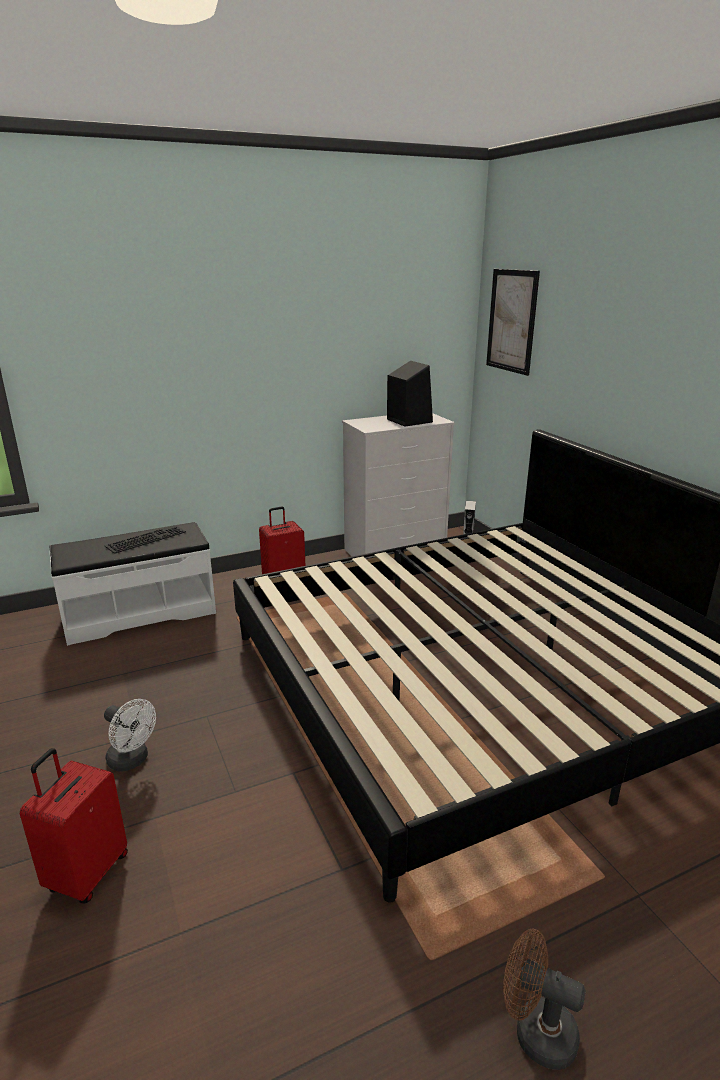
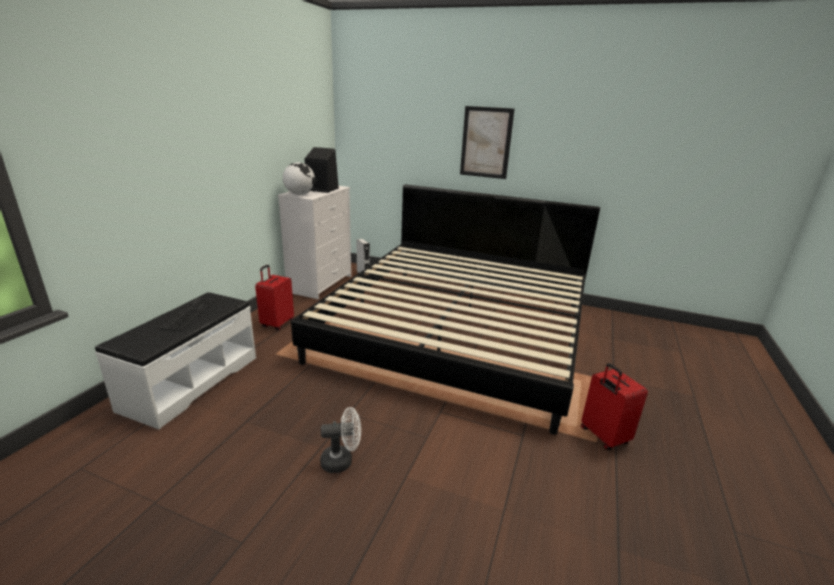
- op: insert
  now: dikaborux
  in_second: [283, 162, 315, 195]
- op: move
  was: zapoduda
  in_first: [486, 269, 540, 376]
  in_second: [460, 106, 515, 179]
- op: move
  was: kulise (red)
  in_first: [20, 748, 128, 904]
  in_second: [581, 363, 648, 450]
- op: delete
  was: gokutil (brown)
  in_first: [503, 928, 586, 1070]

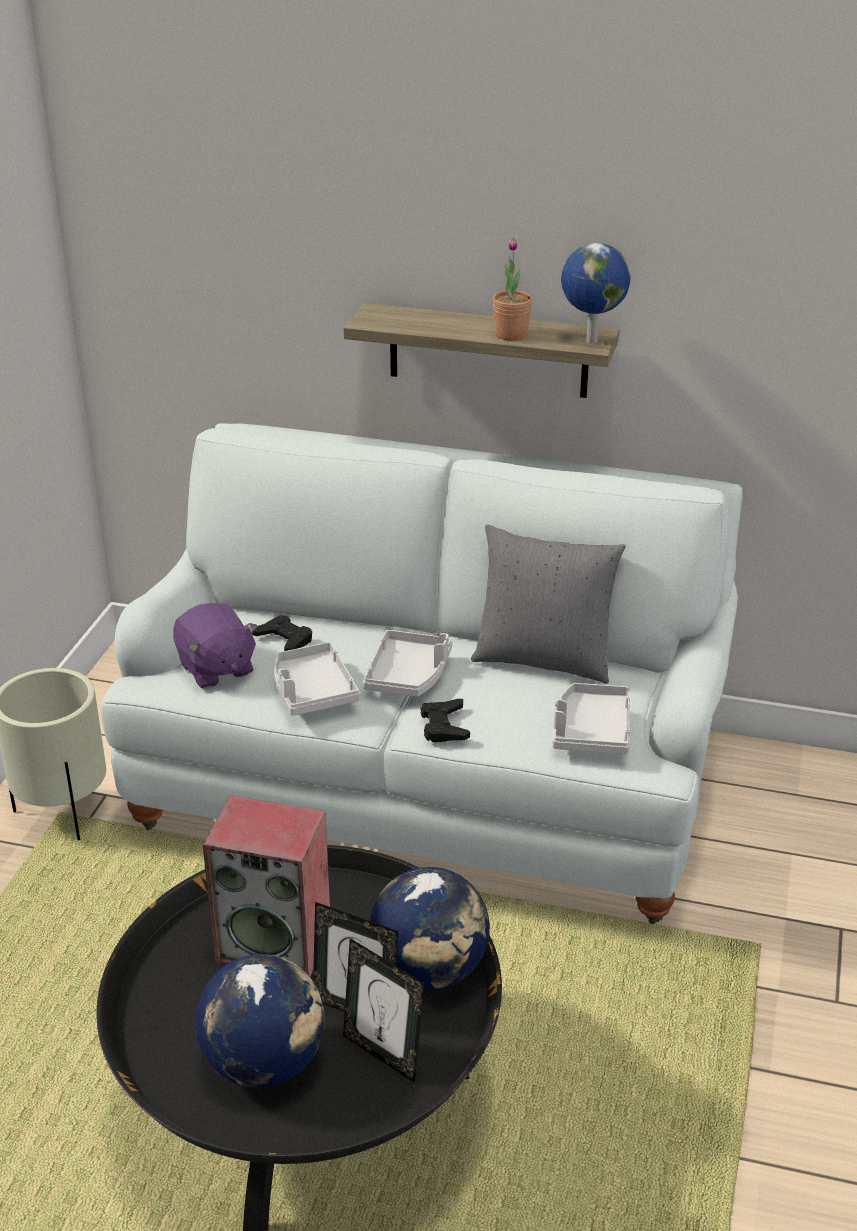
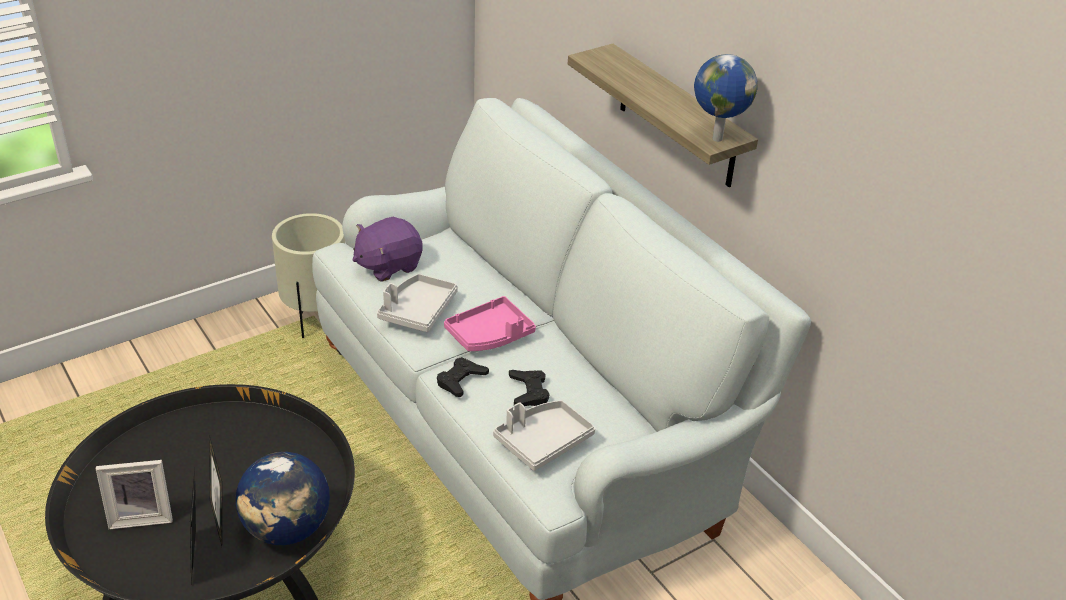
- op: replace
  was: dikaborux
  now: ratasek
  in_first: [195, 954, 325, 1088]
  in_second: [96, 460, 173, 529]
- op: rotate
  was: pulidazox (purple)
  in_first: [173, 603, 258, 688]
  in_second: [353, 216, 423, 282]
  clockwise: 45
- op: recolor
  was: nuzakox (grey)
  now: nuzakox (pink)
  in_first: [363, 630, 452, 697]
  in_second: [444, 296, 536, 351]
- op: move
  was: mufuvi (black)
  in_first: [252, 615, 312, 651]
  in_second: [509, 370, 549, 406]
- op: delete
  was: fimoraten
  in_first: [203, 795, 330, 977]
- op: delete
  was: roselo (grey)
  in_first: [471, 525, 626, 684]
- op: delete
  was: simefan
  in_first: [493, 238, 532, 341]

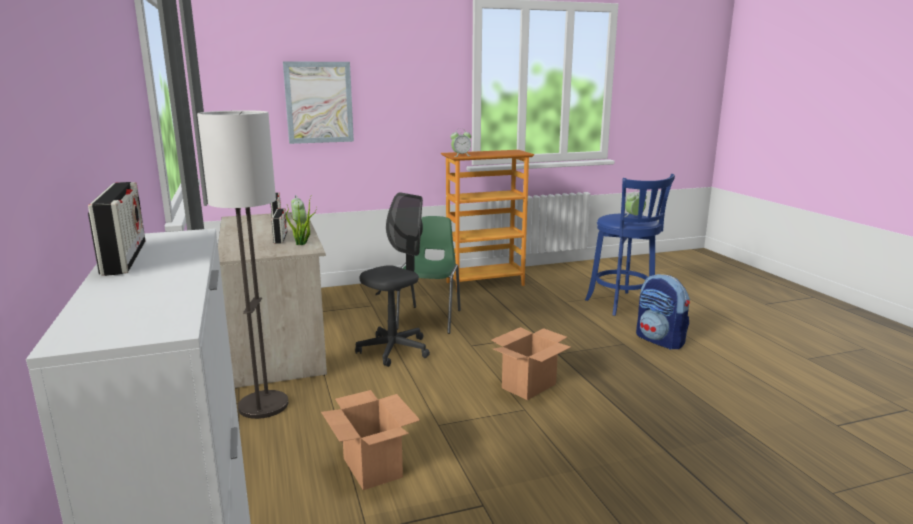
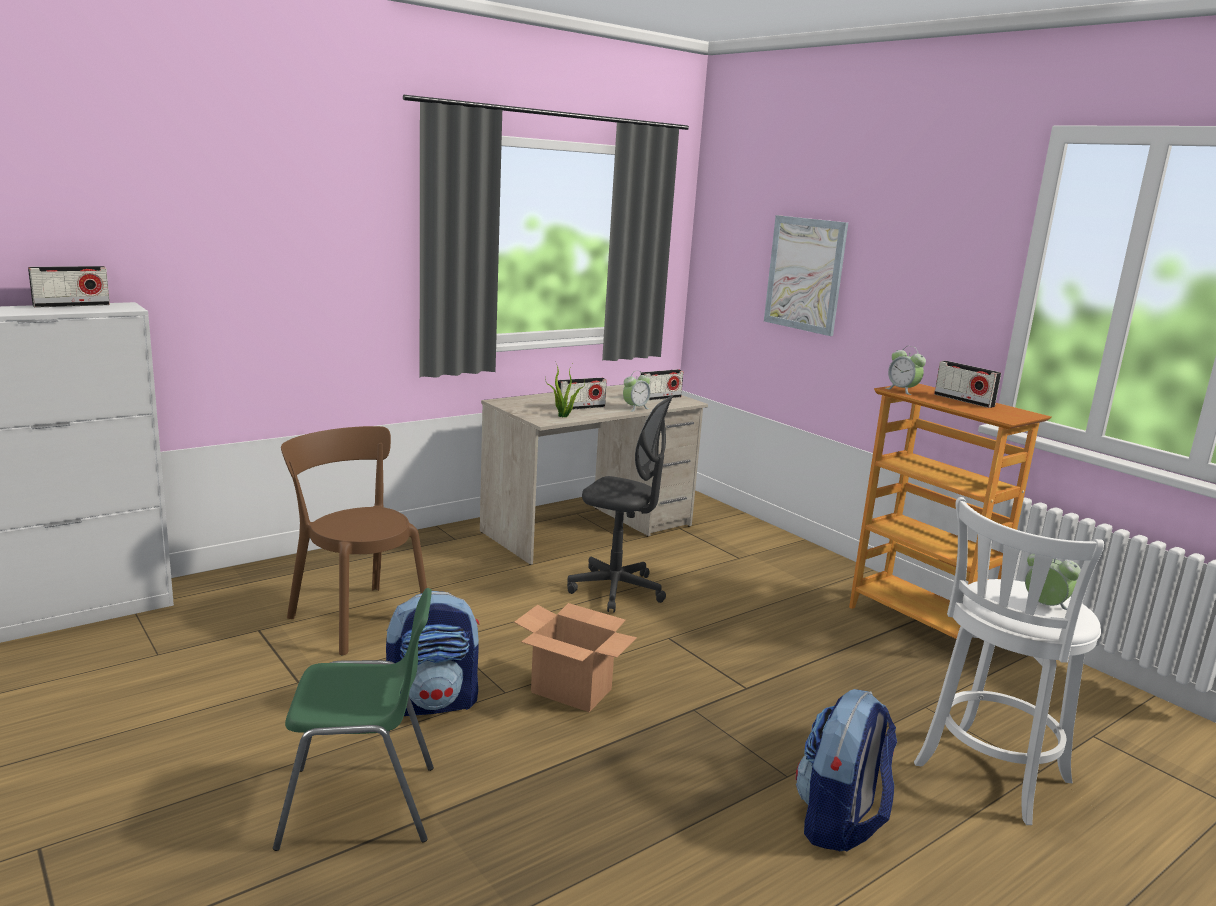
- op: move
  was: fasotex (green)
  in_first: [396, 216, 461, 334]
  in_second: [273, 588, 434, 851]
- op: replace
  was: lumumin
  now: fasotex (brown)
  in_first: [321, 390, 420, 490]
  in_second: [281, 426, 427, 655]
- op: insert
  now: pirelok
  in_second: [386, 591, 480, 716]
- op: recolor
  was: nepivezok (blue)
  now: nepivezok (white)
  in_first: [585, 174, 675, 316]
  in_second: [914, 497, 1104, 825]
- op: insert
  now: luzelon
  in_second: [934, 361, 1001, 408]
- op: delete
  was: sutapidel
  in_first: [197, 110, 288, 419]

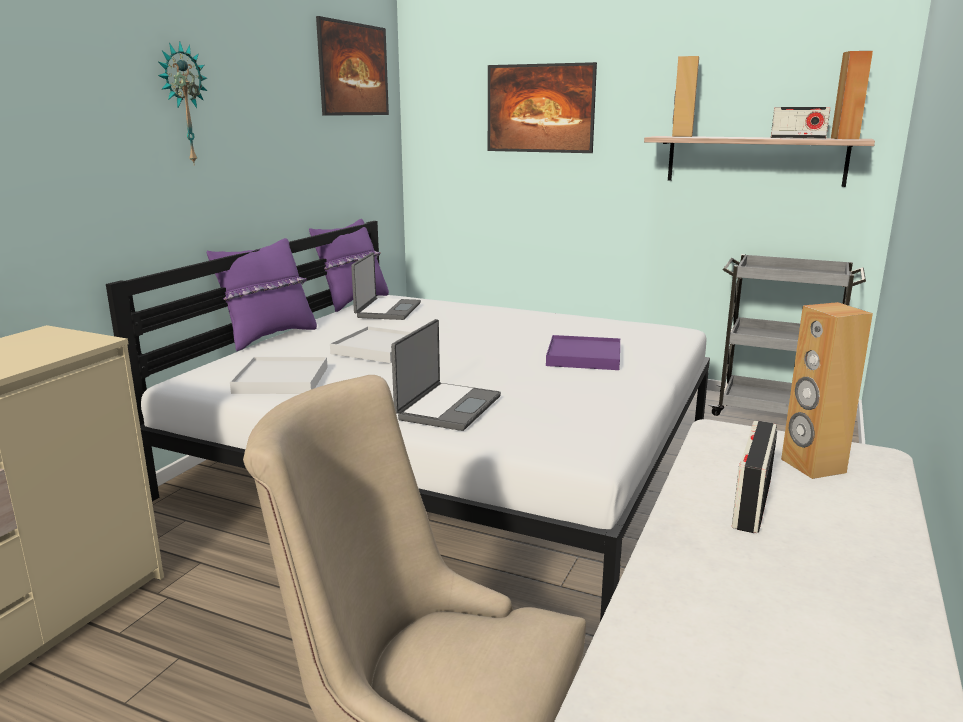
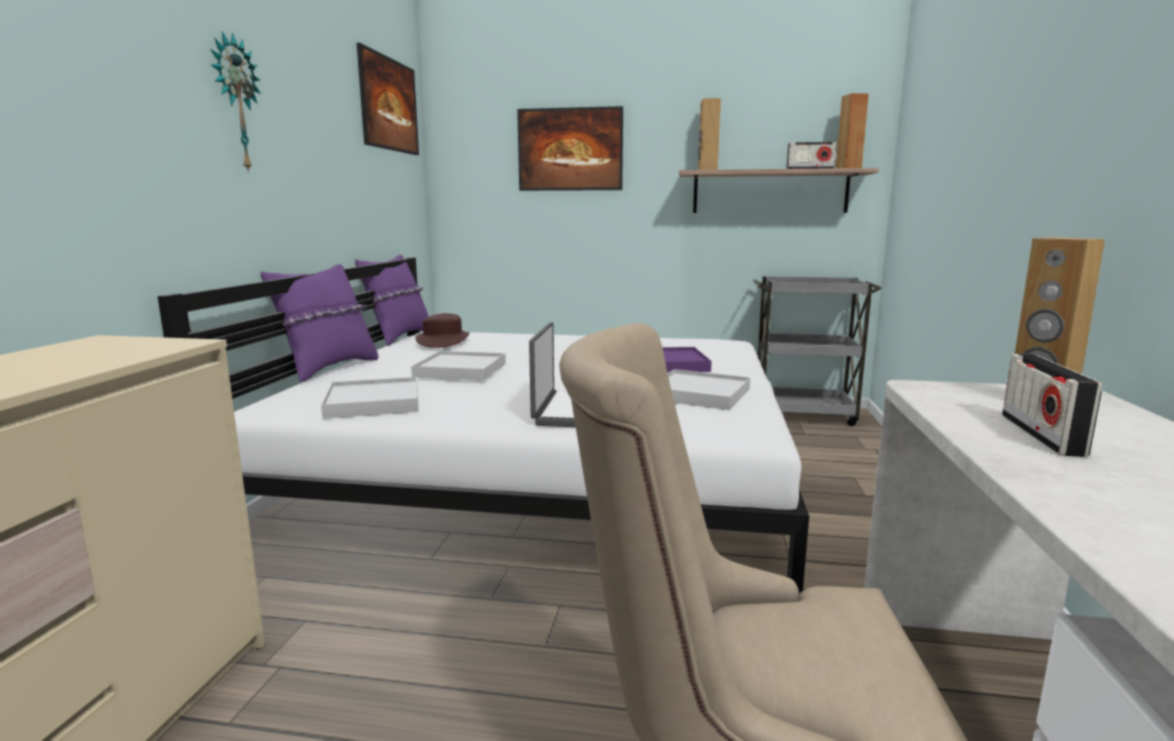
- op: replace
  was: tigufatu
  now: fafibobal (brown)
  in_first: [351, 252, 421, 320]
  in_second: [415, 313, 470, 348]
- op: insert
  now: nuzakox (white)
  in_second: [668, 369, 750, 410]

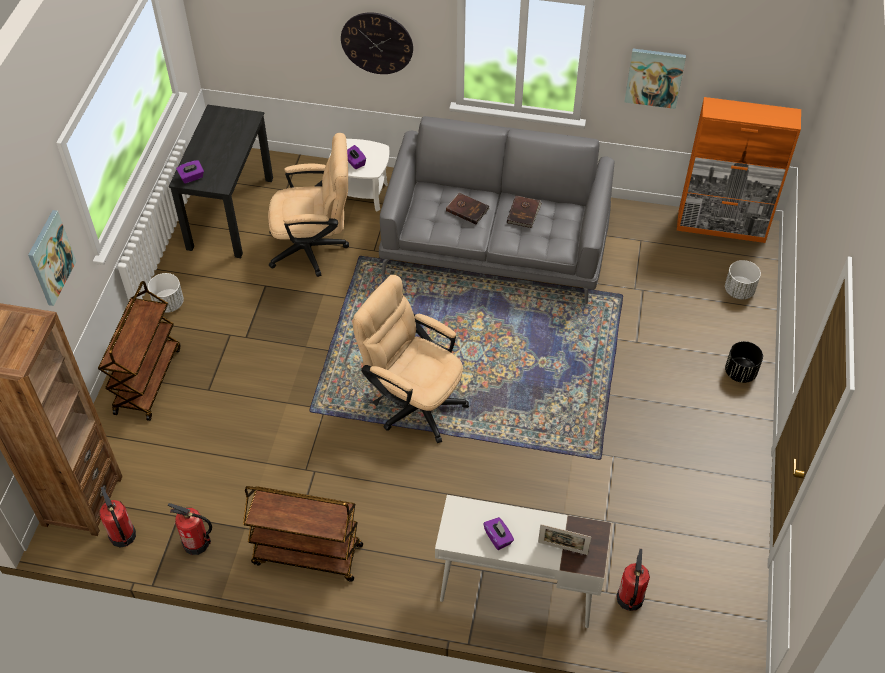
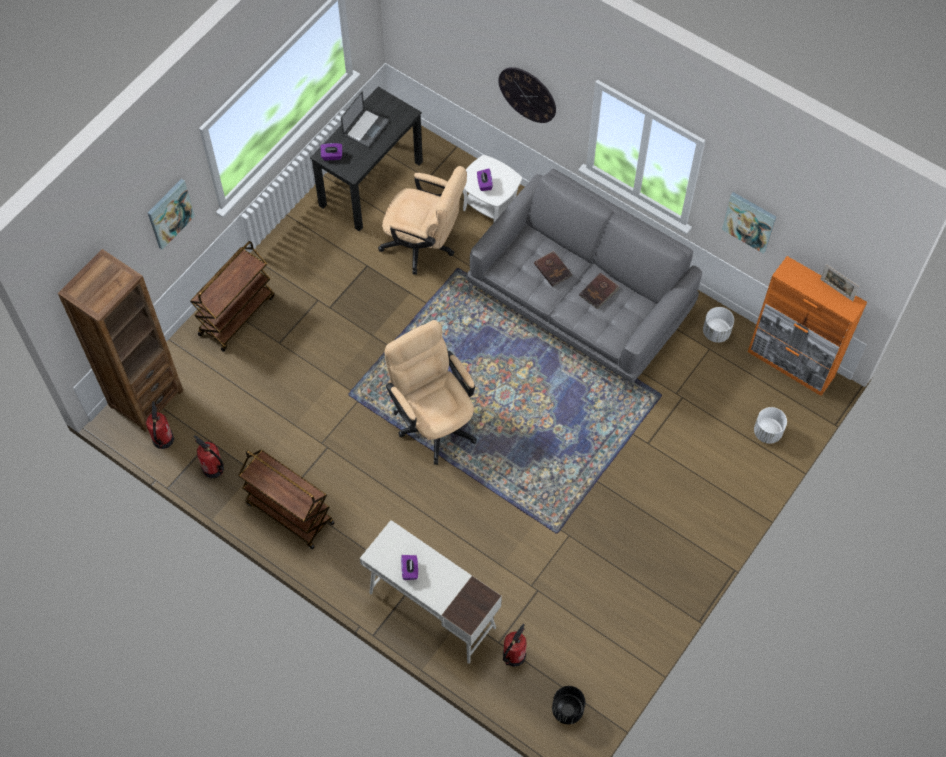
- op: insert
  now: tigufatu
  in_second: [341, 91, 389, 148]
- op: move
  was: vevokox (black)
  in_first: [725, 341, 763, 383]
  in_second: [552, 686, 586, 724]
- op: move
  was: vevokox (white)
  in_first: [148, 273, 184, 313]
  in_second: [703, 307, 734, 343]
- op: move
  was: ratasek
  in_first: [538, 524, 591, 555]
  in_second: [820, 264, 859, 301]

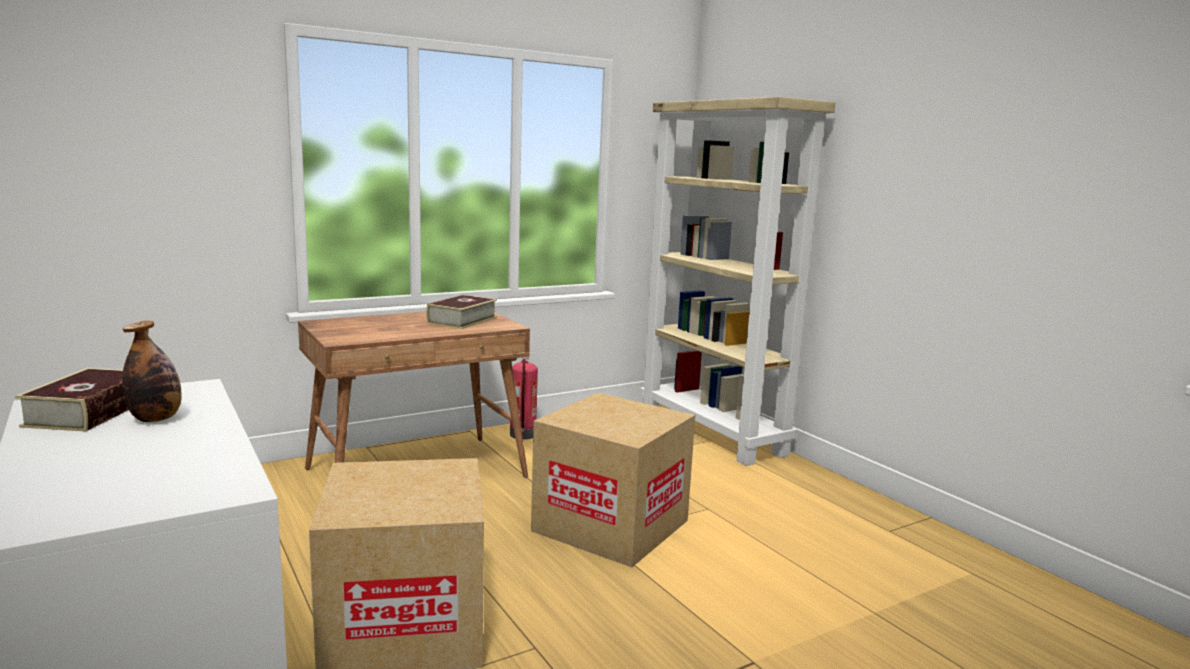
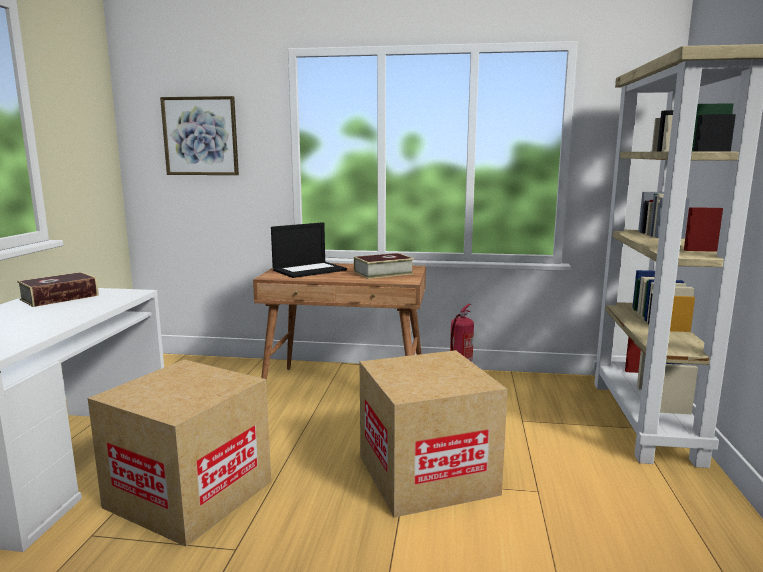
- op: insert
  now: zapoduda
  in_second: [160, 96, 239, 175]
- op: insert
  now: tigufatu
  in_second: [271, 222, 347, 278]
- op: delete
  was: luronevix
  in_first: [122, 321, 182, 422]

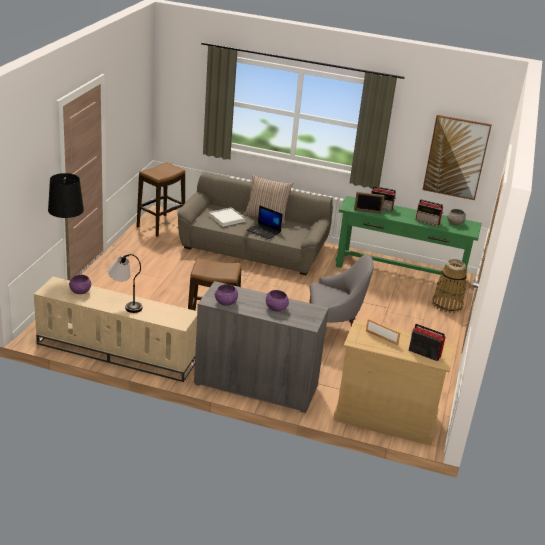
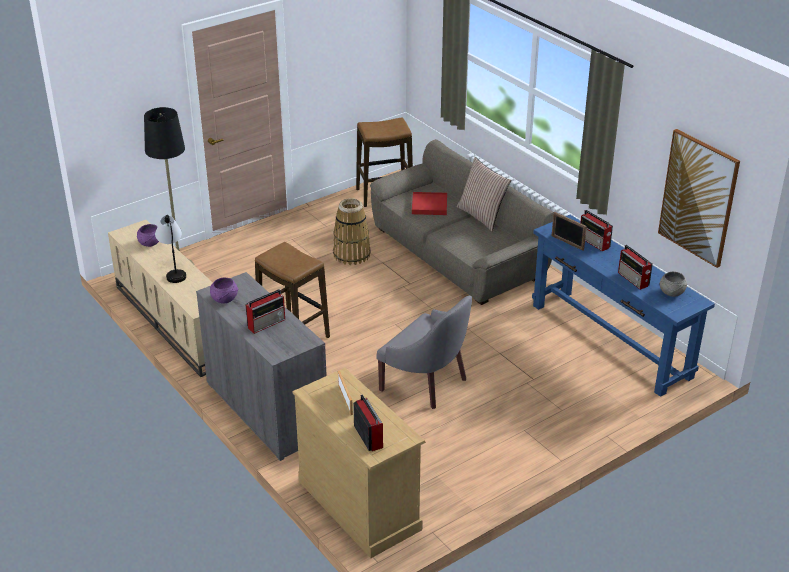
- op: replace
  was: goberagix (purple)
  now: luzelon
  in_first: [266, 290, 289, 311]
  in_second: [245, 289, 285, 334]
- op: move
  was: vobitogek
  in_first: [432, 259, 467, 313]
  in_second: [333, 198, 371, 265]
- op: recolor
  was: nuzakox (white)
  now: nuzakox (red)
  in_first: [209, 207, 245, 227]
  in_second: [412, 192, 447, 215]
- op: recolor
  was: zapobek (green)
  now: zapobek (blue)
  in_first: [335, 196, 481, 275]
  in_second: [532, 215, 715, 397]
- op: delete
  was: tigufatu
  in_first: [247, 205, 283, 239]

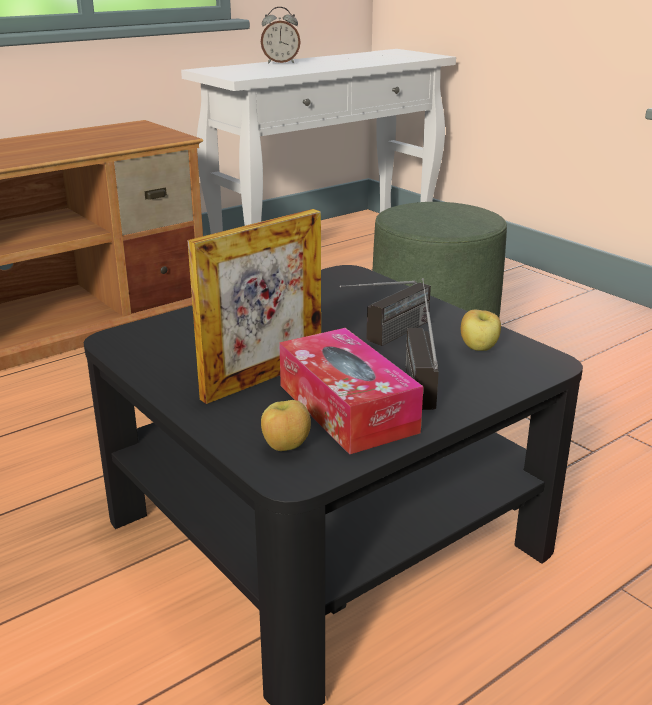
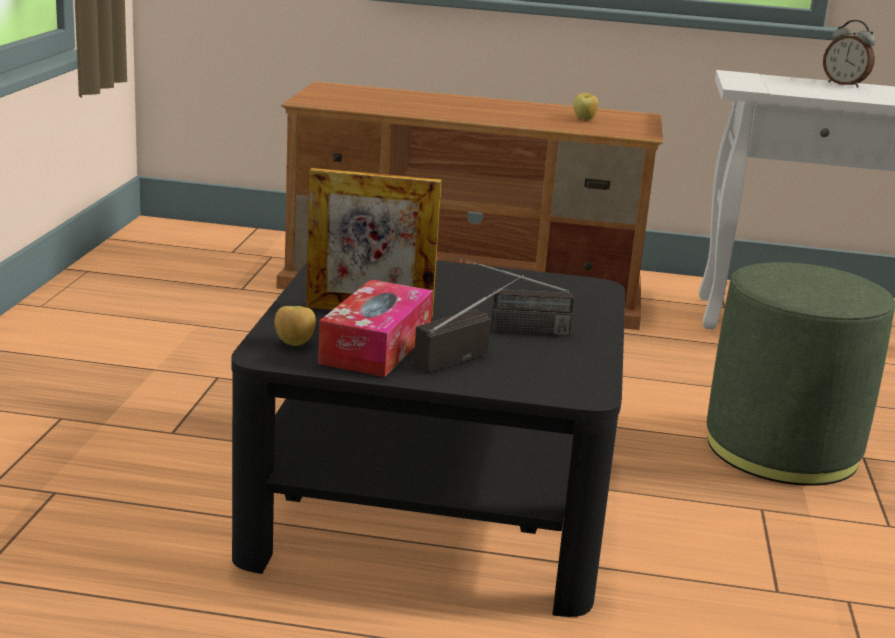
- op: move
  was: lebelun
  in_first: [461, 310, 501, 351]
  in_second: [573, 93, 599, 120]

